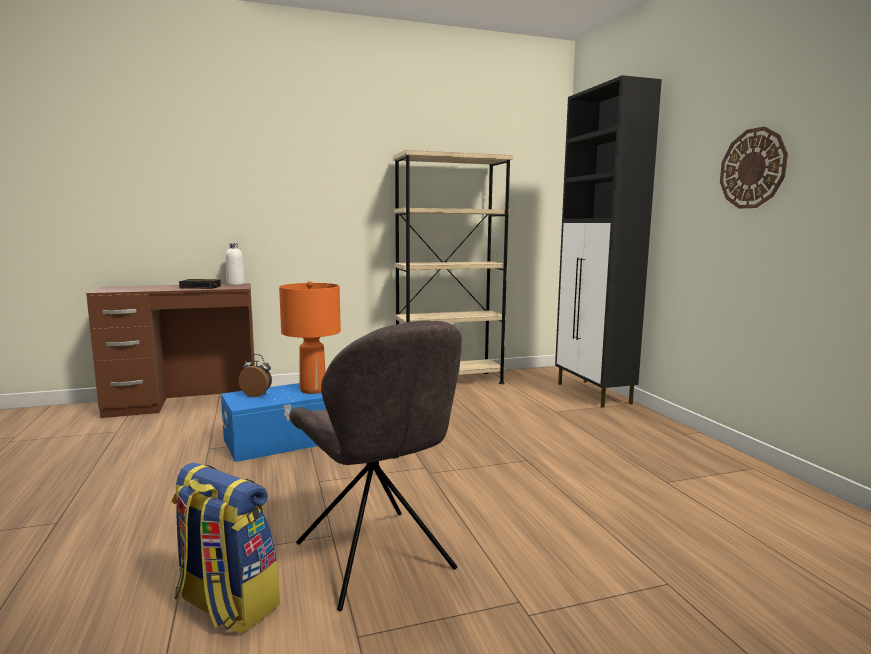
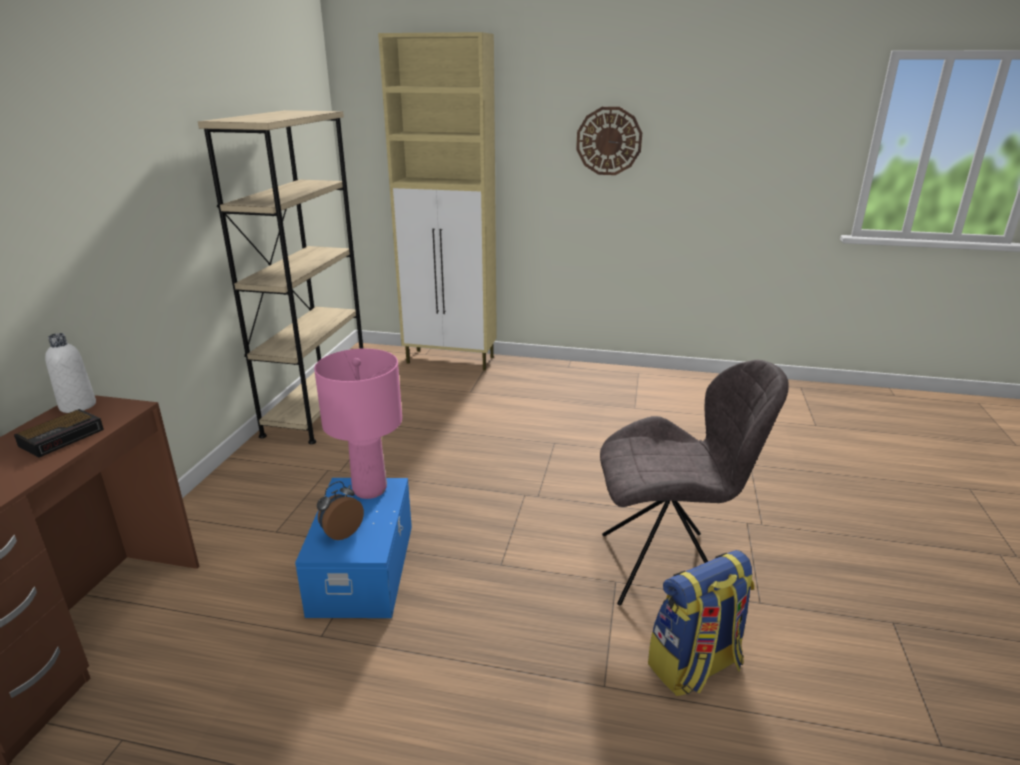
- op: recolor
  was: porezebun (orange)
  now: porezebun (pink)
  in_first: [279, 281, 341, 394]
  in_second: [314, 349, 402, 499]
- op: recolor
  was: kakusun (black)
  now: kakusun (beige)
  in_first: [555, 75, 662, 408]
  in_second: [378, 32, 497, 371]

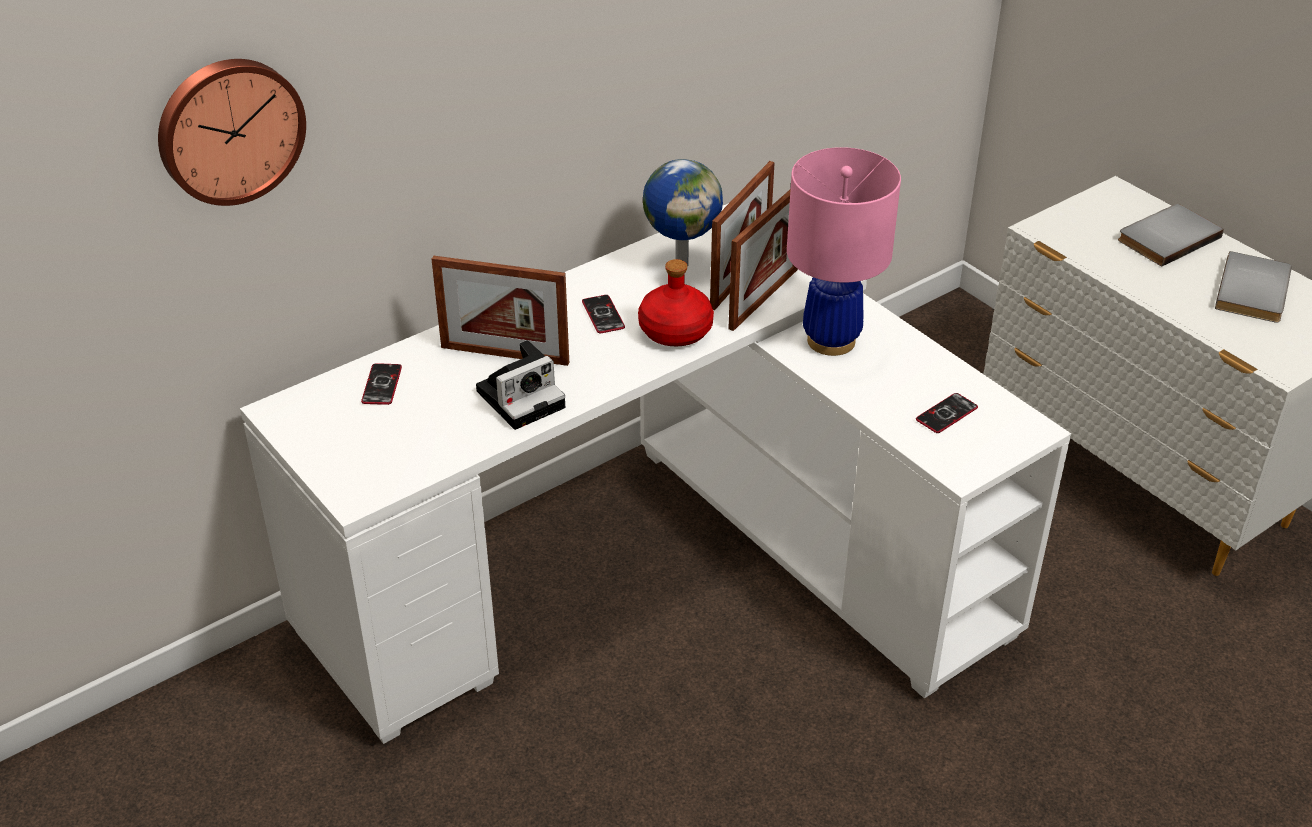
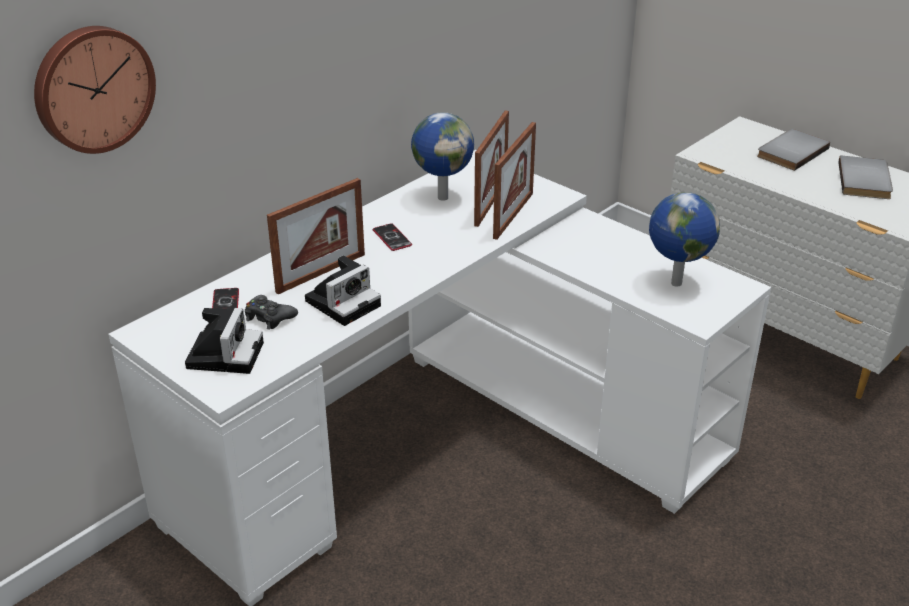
- op: insert
  now: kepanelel
  in_second: [185, 308, 264, 374]
- op: insert
  now: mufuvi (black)
  in_second: [245, 295, 298, 330]
- op: rotate
  was: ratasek
  in_first: [432, 256, 569, 366]
  in_second: [267, 178, 365, 294]
  clockwise: -45
- op: replace
  was: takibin
  now: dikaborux
  in_first: [916, 393, 978, 433]
  in_second: [649, 192, 720, 287]
- op: delete
  was: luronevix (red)
  in_first: [638, 259, 714, 346]
- op: delete
  was: porezebun (pink)
  in_first: [787, 147, 901, 356]

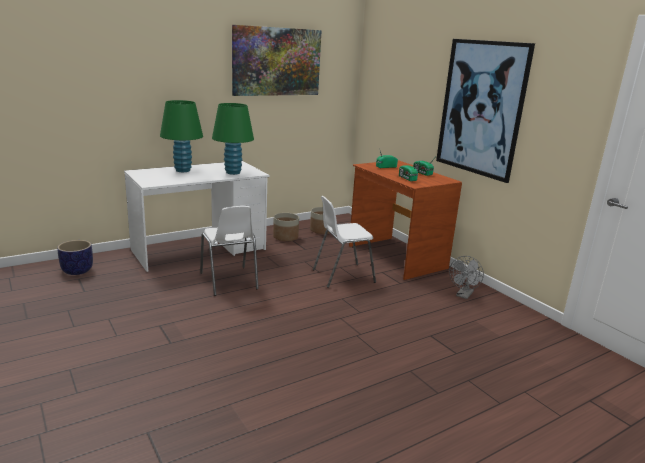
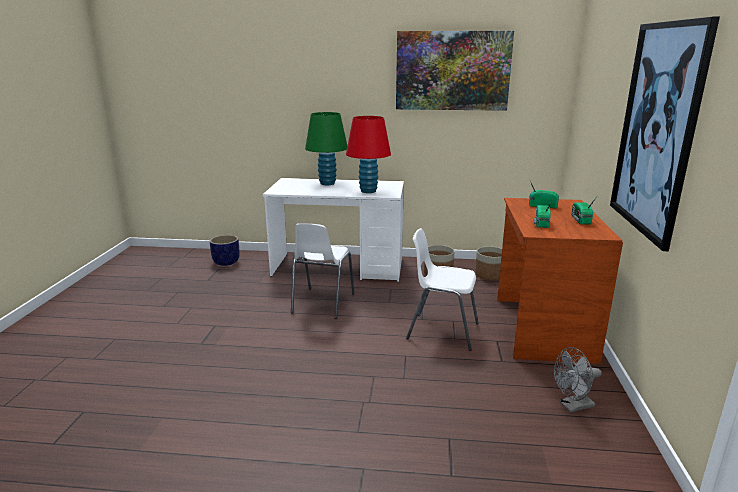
- op: recolor
  was: porezebun (green)
  now: porezebun (red)
  in_first: [212, 103, 254, 175]
  in_second: [346, 116, 391, 193]

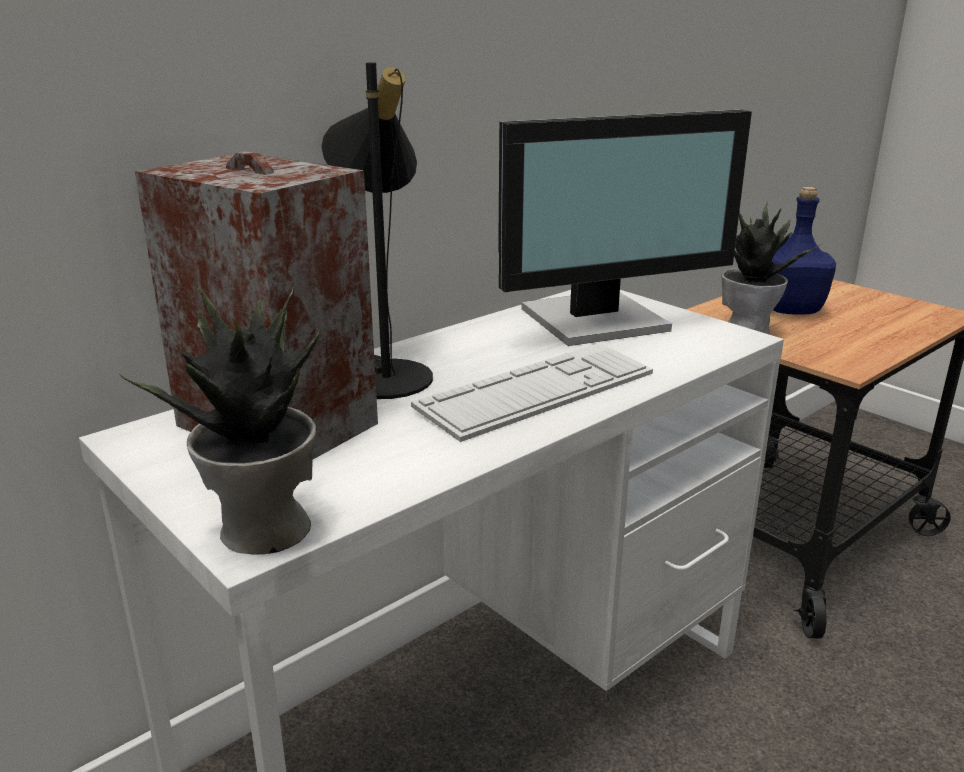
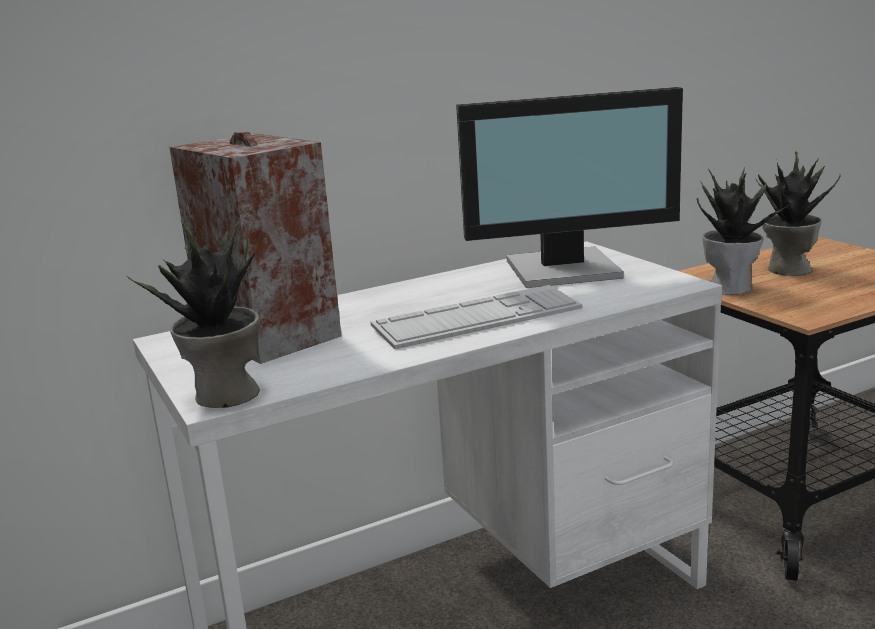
- op: replace
  was: luronevix (blue)
  now: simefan
  in_first: [772, 187, 836, 315]
  in_second: [755, 152, 841, 276]
- op: delete
  was: porezebun (black)
  in_first: [321, 62, 433, 399]

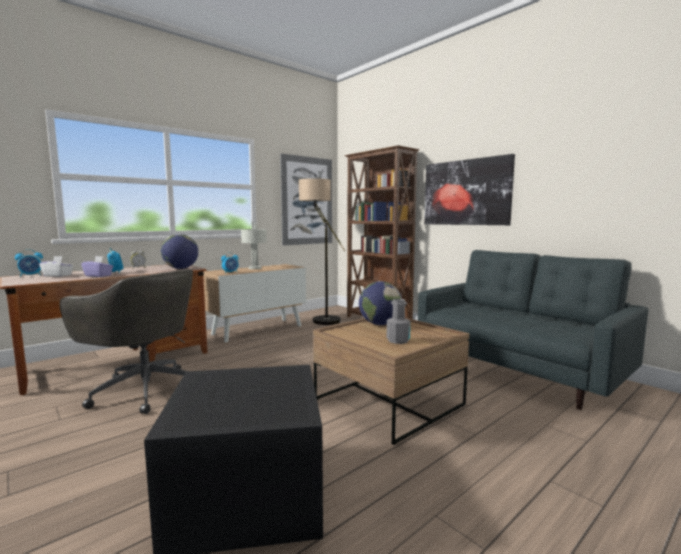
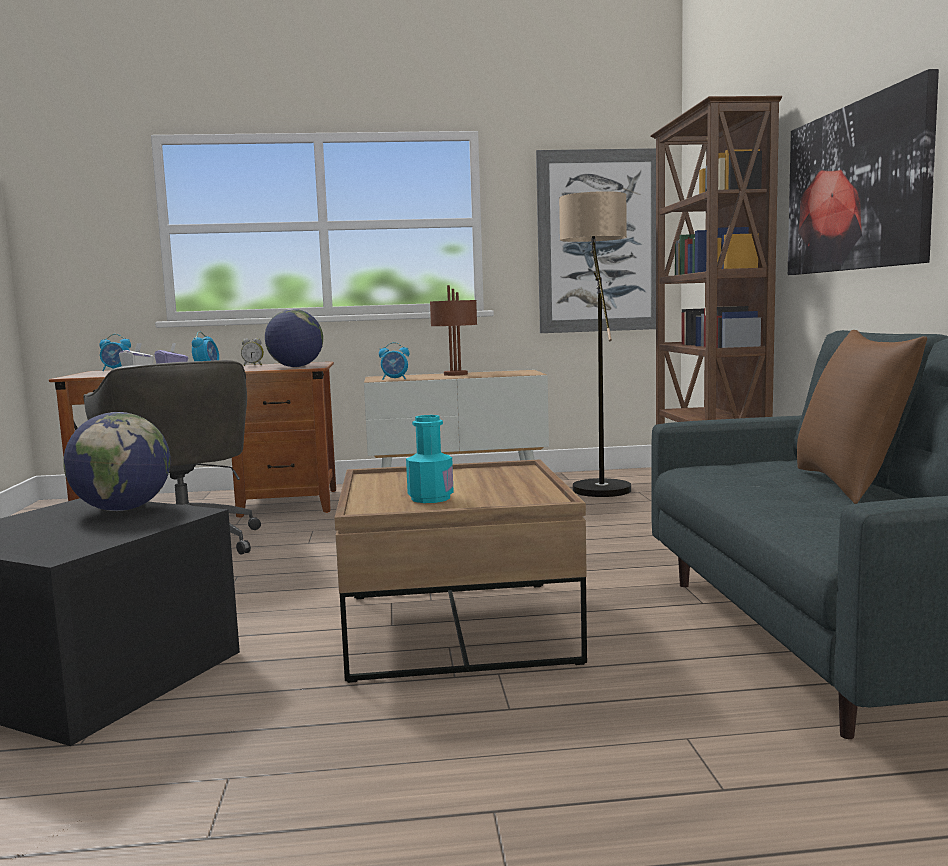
- op: move
  was: dikaborux
  in_first: [359, 281, 402, 325]
  in_second: [63, 412, 171, 511]
- op: recolor
  was: luronevix (grey)
  now: luronevix (turquoise)
  in_first: [387, 299, 410, 344]
  in_second: [406, 415, 454, 503]
- op: recolor
  was: porezebun (grey)
  now: porezebun (brown)
  in_first: [241, 221, 267, 269]
  in_second: [430, 285, 477, 376]
- op: insert
  now: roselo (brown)
  in_second: [797, 330, 927, 504]

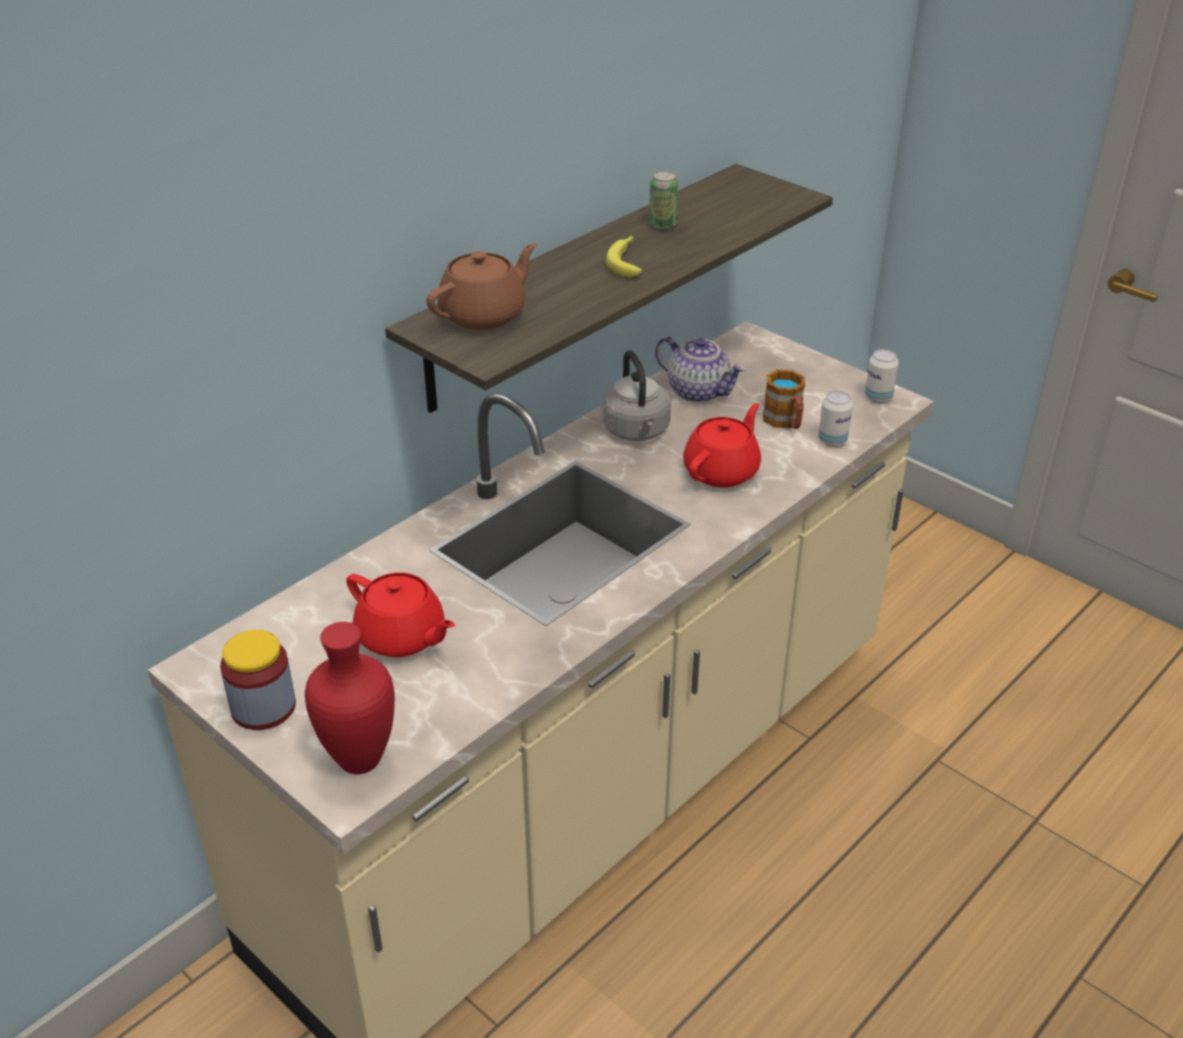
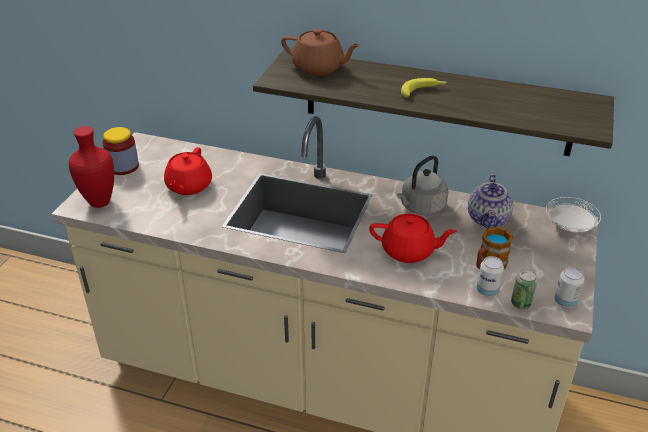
- op: move
  was: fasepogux
  in_first: [649, 171, 679, 230]
  in_second: [511, 269, 538, 309]
- op: insert
  now: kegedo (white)
  in_second: [546, 197, 601, 232]

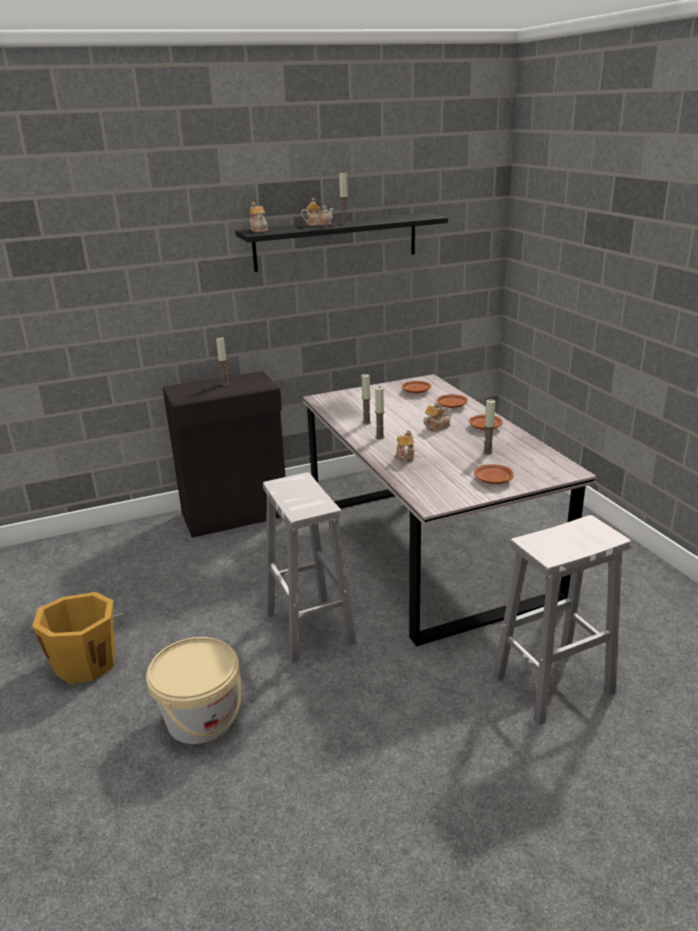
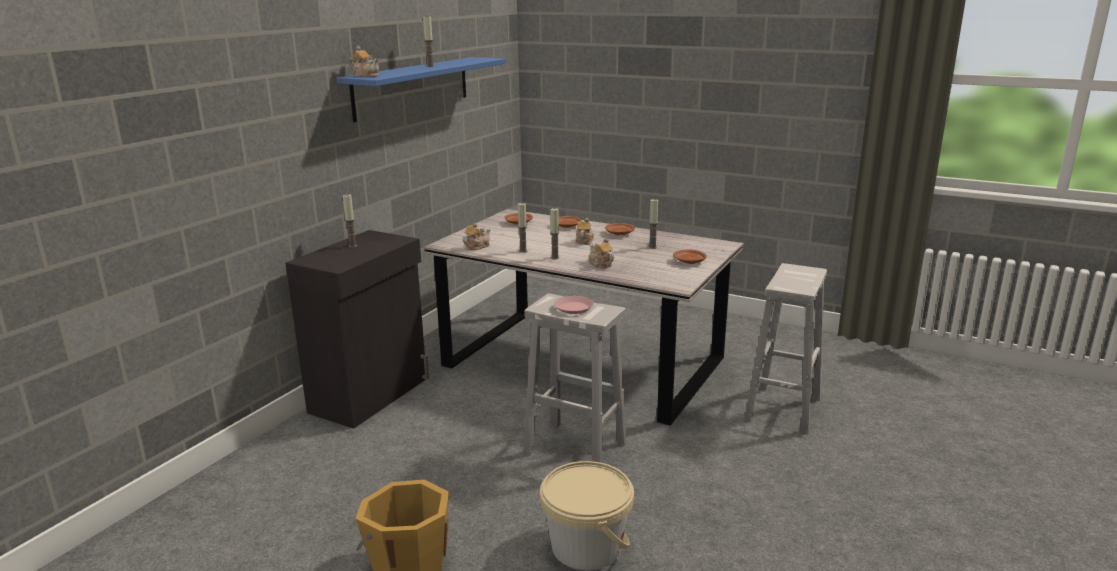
- op: recolor
  was: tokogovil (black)
  now: tokogovil (blue)
  in_first: [235, 213, 448, 272]
  in_second: [336, 57, 506, 122]
- op: move
  was: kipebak
  in_first: [301, 198, 334, 226]
  in_second: [463, 223, 491, 250]
- op: insert
  now: kegedo (pink)
  in_second: [554, 296, 594, 314]

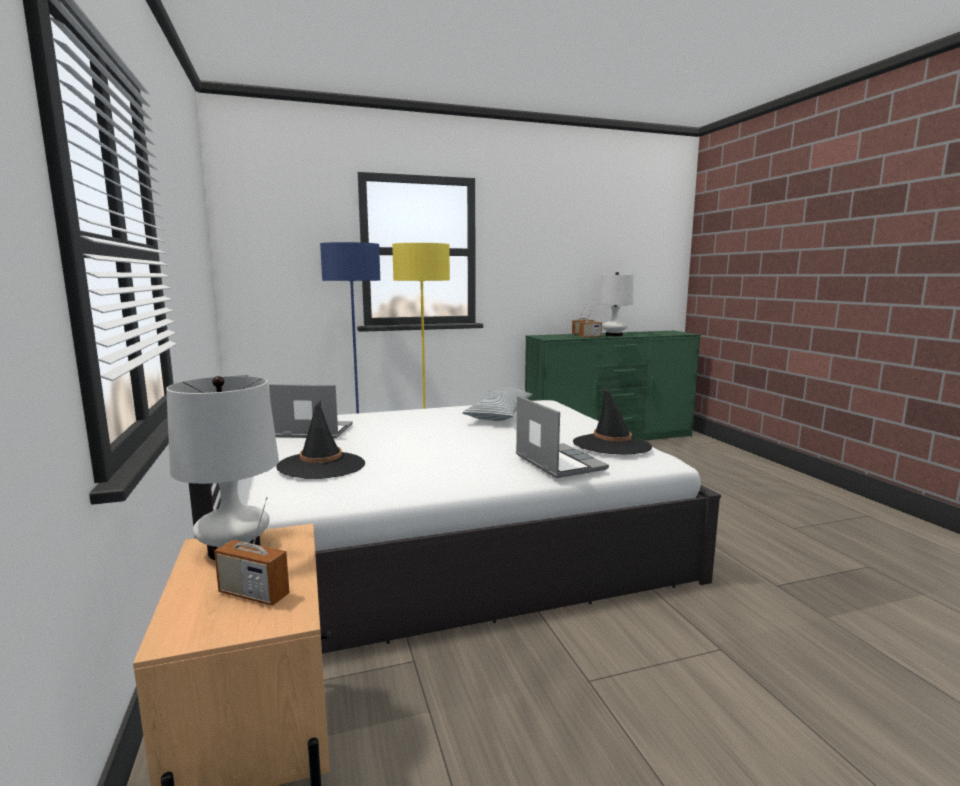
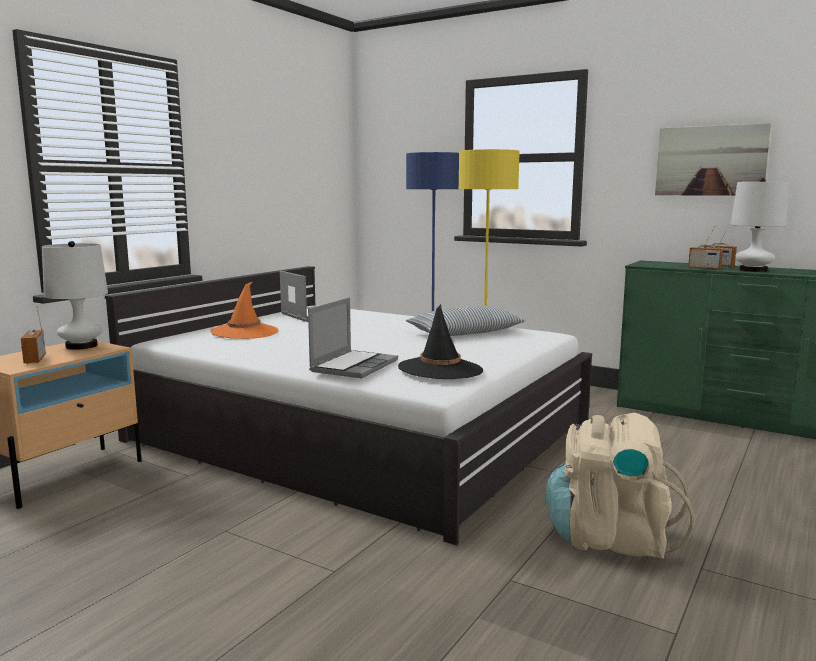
- op: recolor
  was: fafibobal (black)
  now: fafibobal (orange)
  in_first: [276, 401, 365, 479]
  in_second: [210, 282, 278, 339]
- op: insert
  now: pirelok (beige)
  in_second: [545, 413, 695, 559]
- op: insert
  now: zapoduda
  in_second: [655, 123, 771, 196]

